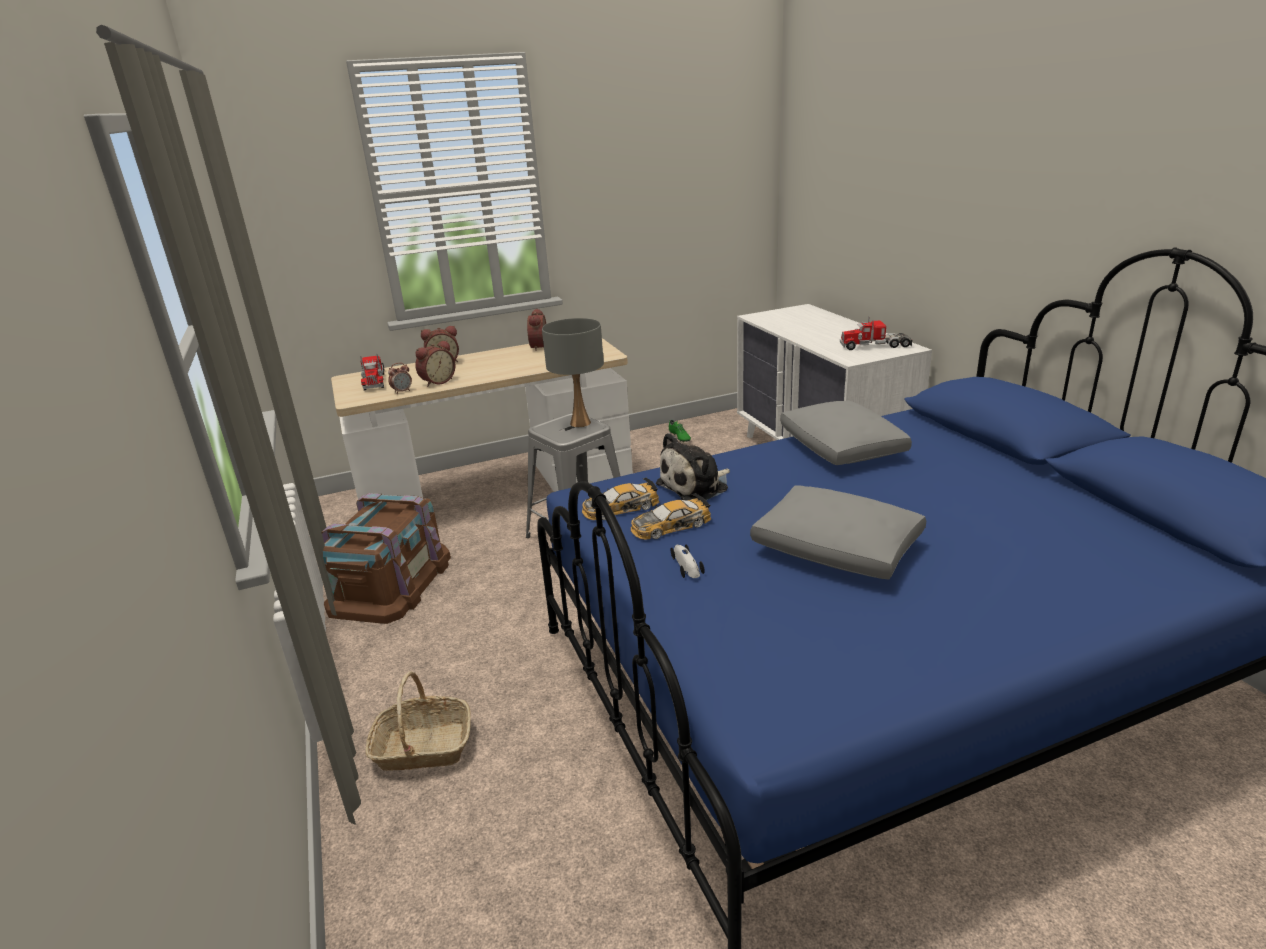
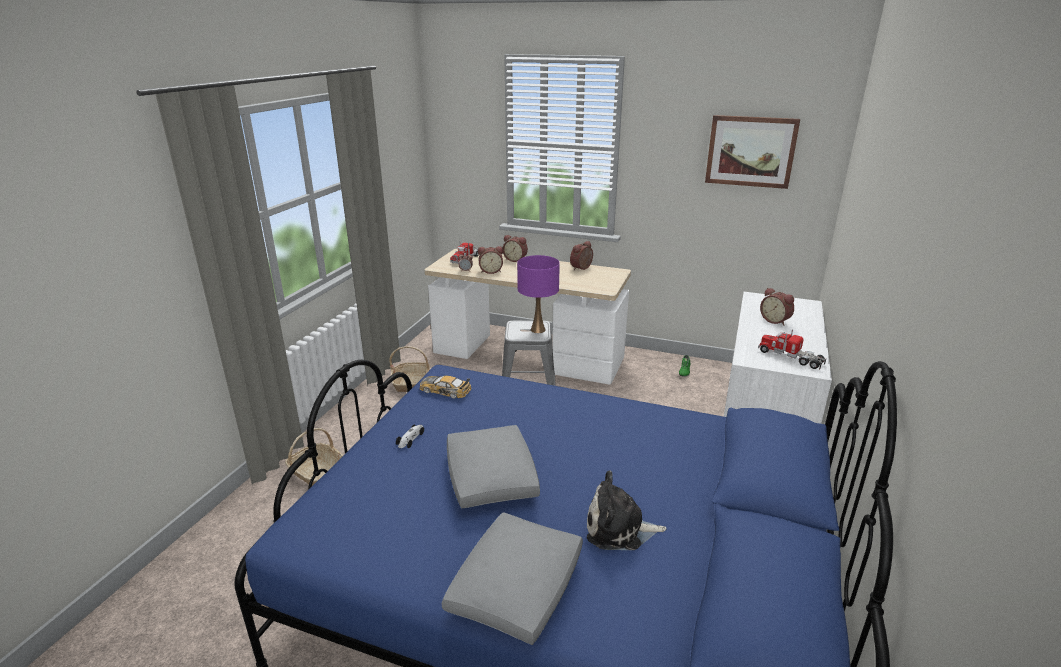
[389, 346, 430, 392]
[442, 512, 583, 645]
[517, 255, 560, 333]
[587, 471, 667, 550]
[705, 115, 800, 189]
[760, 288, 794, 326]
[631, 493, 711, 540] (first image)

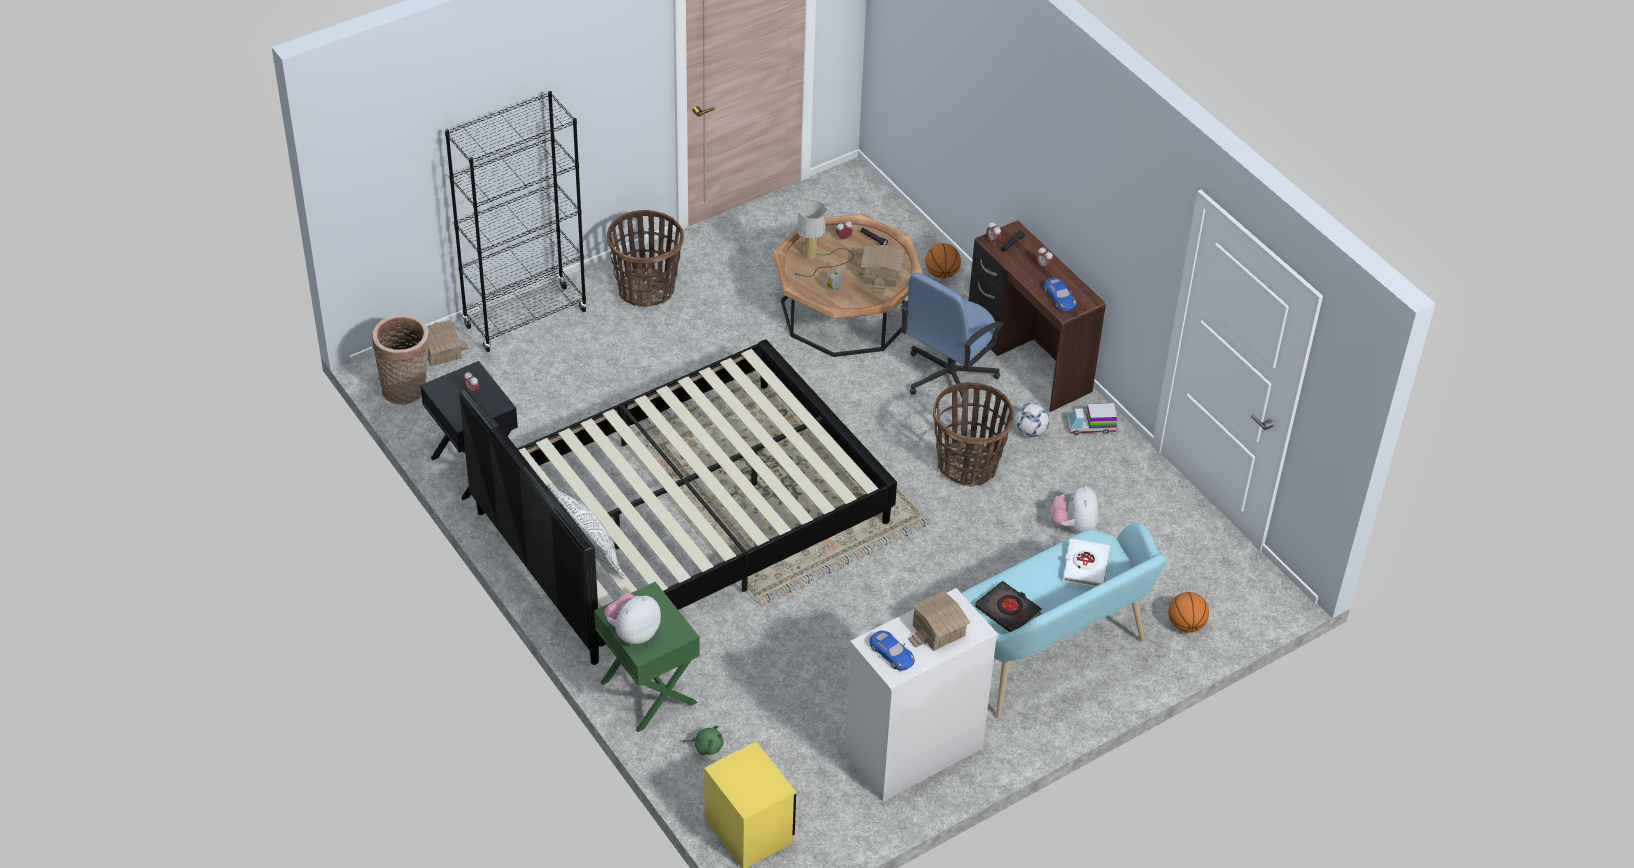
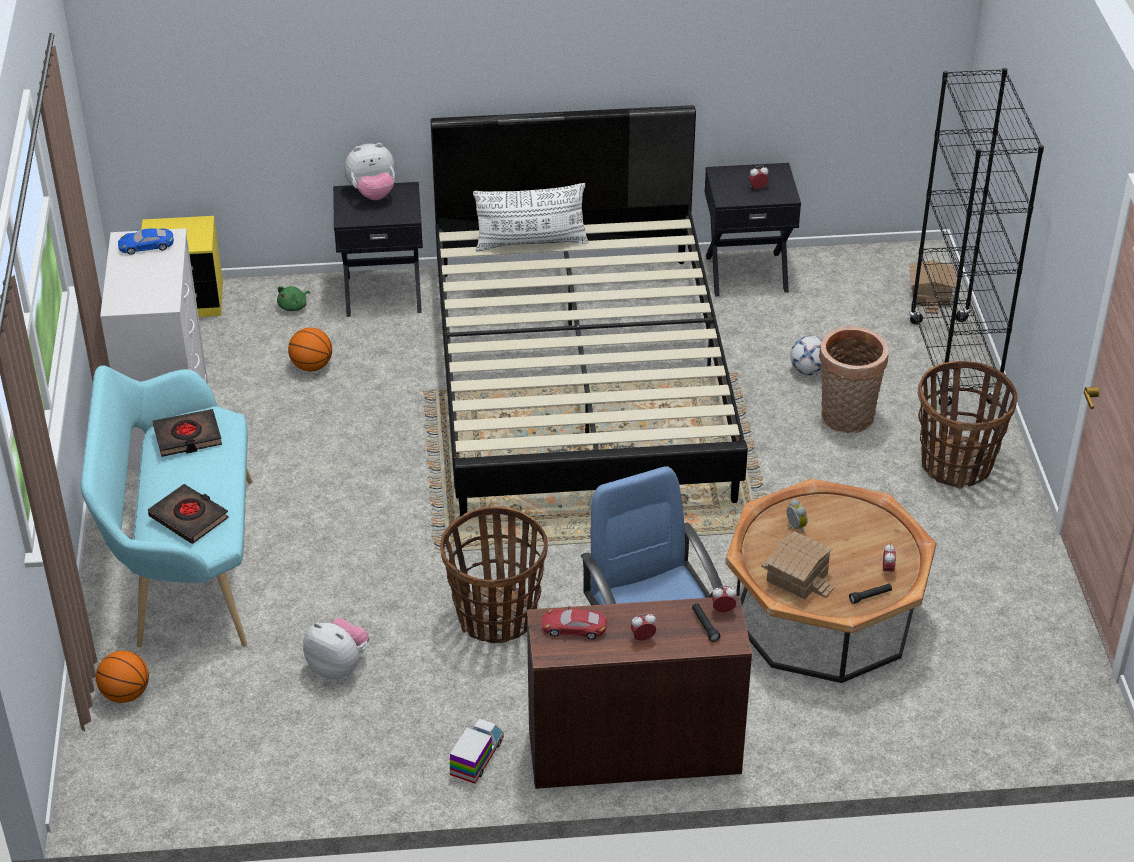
[148, 484, 229, 544]
[288, 328, 332, 371]
[333, 182, 423, 317]
[344, 143, 395, 200]
[541, 606, 607, 639]
[790, 335, 822, 376]
[819, 326, 889, 434]
[794, 200, 854, 277] (first image)
[908, 591, 970, 651] (first image)

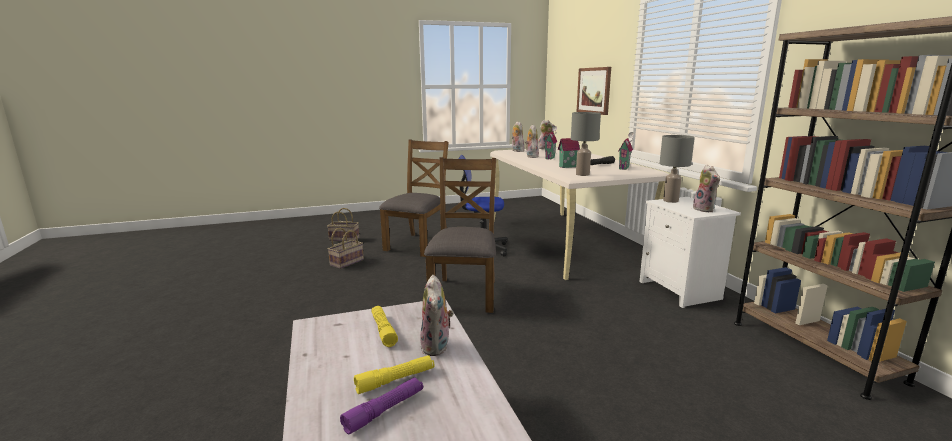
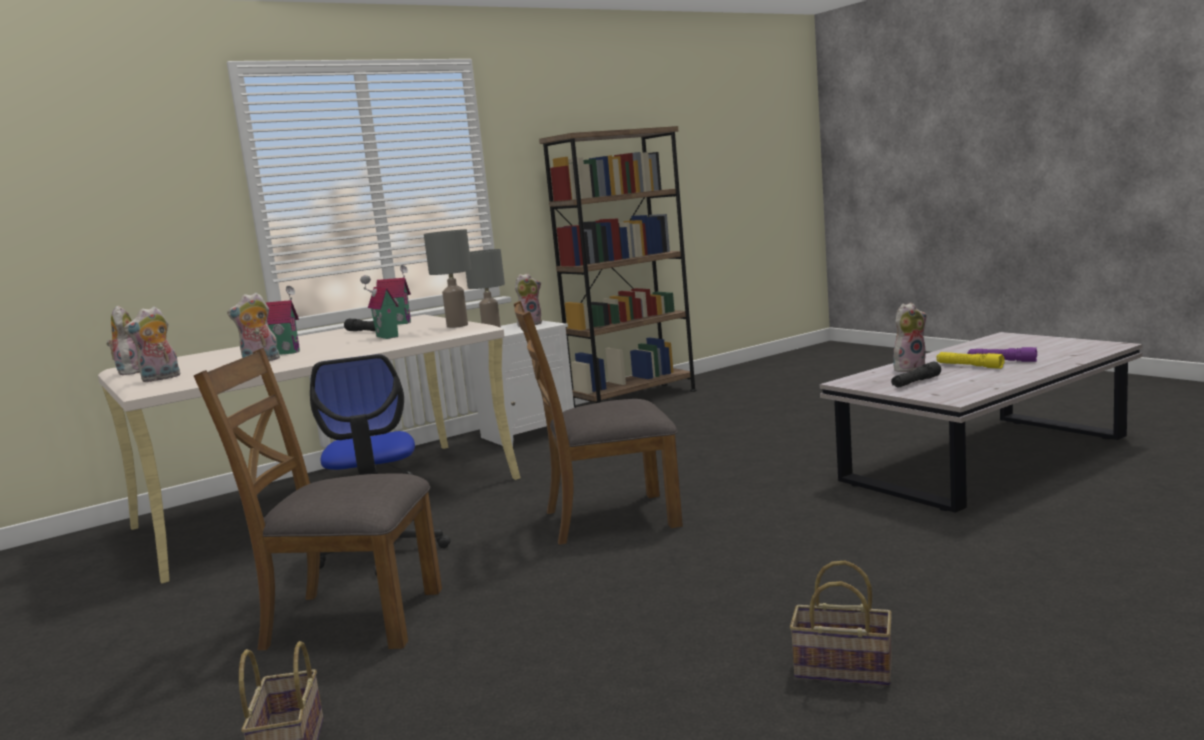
[790, 561, 892, 686]
[891, 362, 941, 388]
[577, 67, 611, 115] (first image)

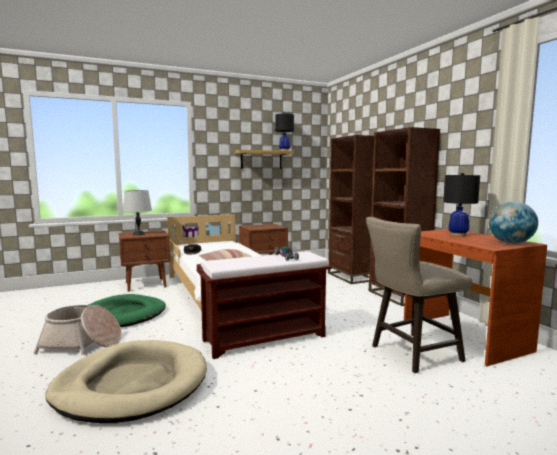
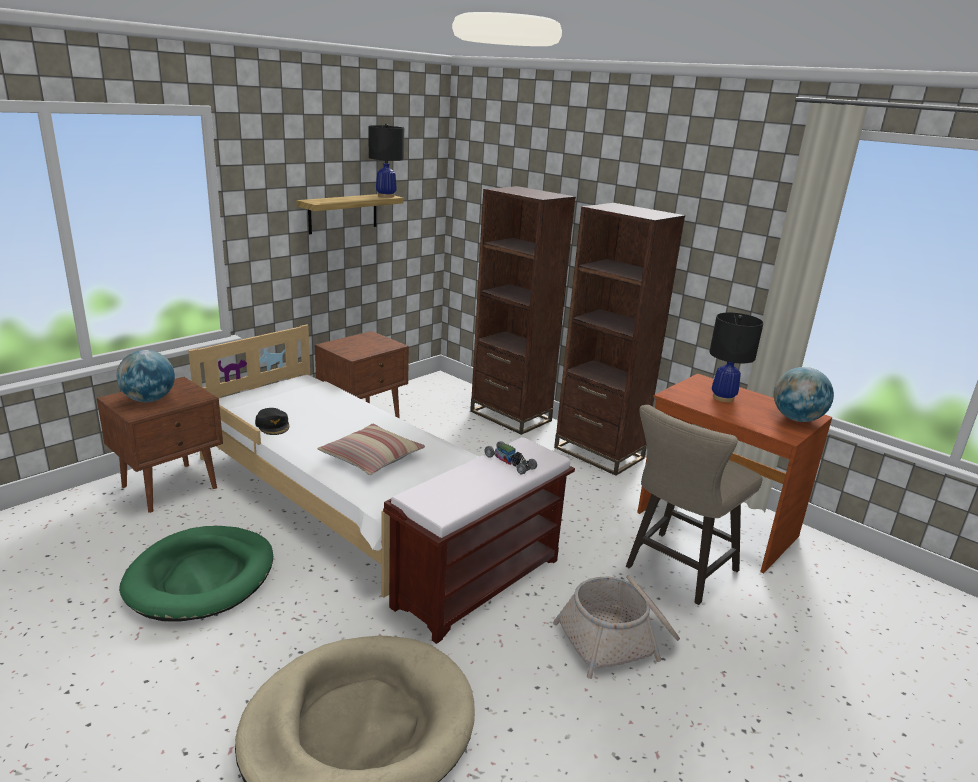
[117, 350, 175, 402]
[553, 575, 680, 679]

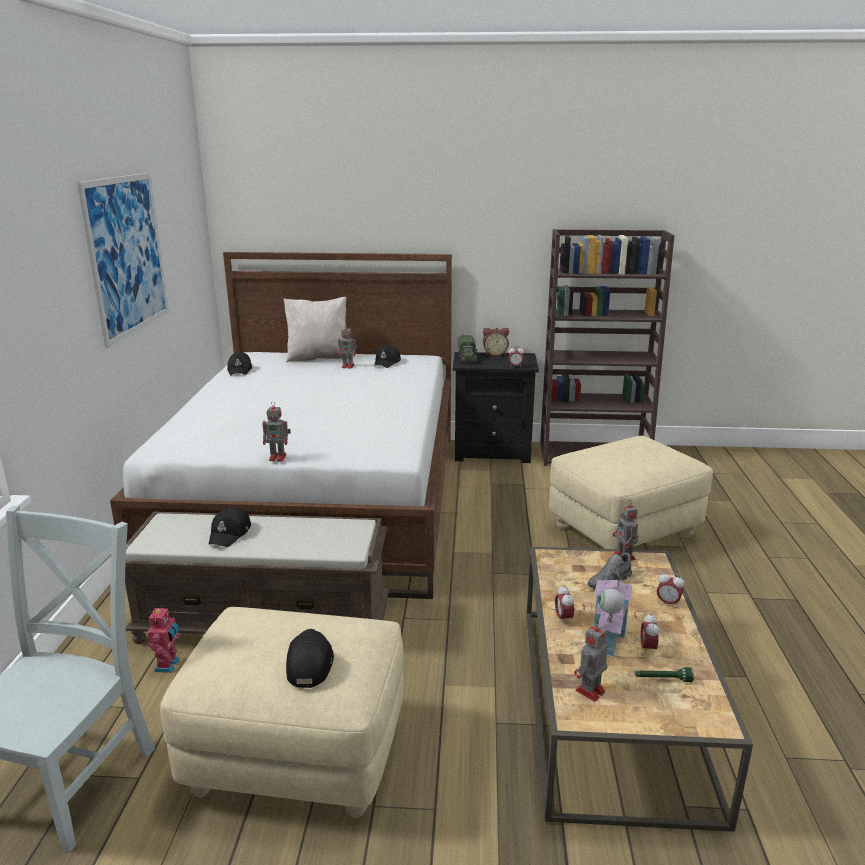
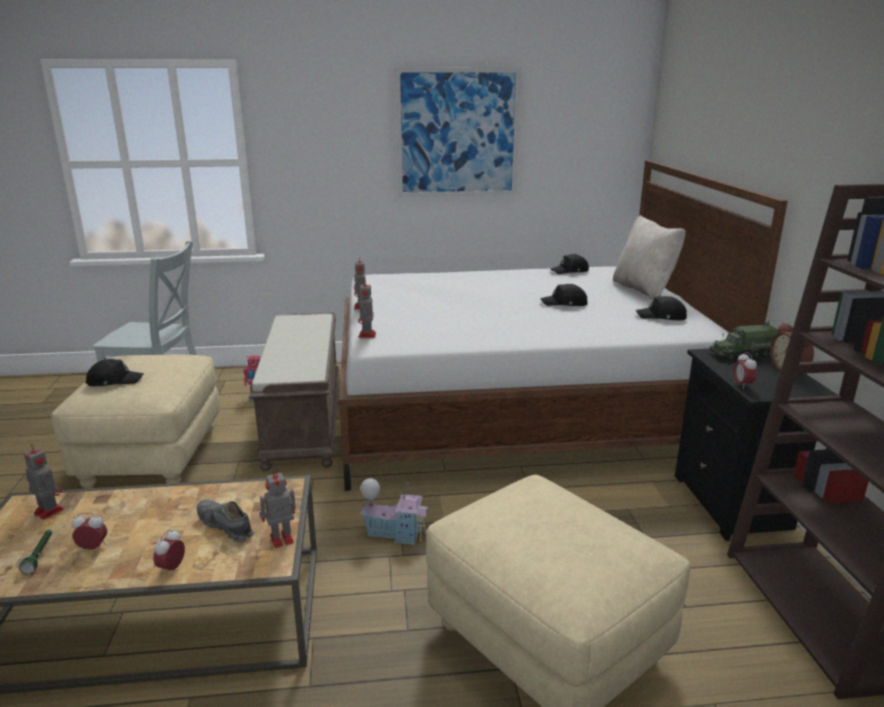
[358, 284, 376, 338]
[360, 478, 429, 545]
[540, 284, 587, 306]
[555, 585, 574, 625] (first image)

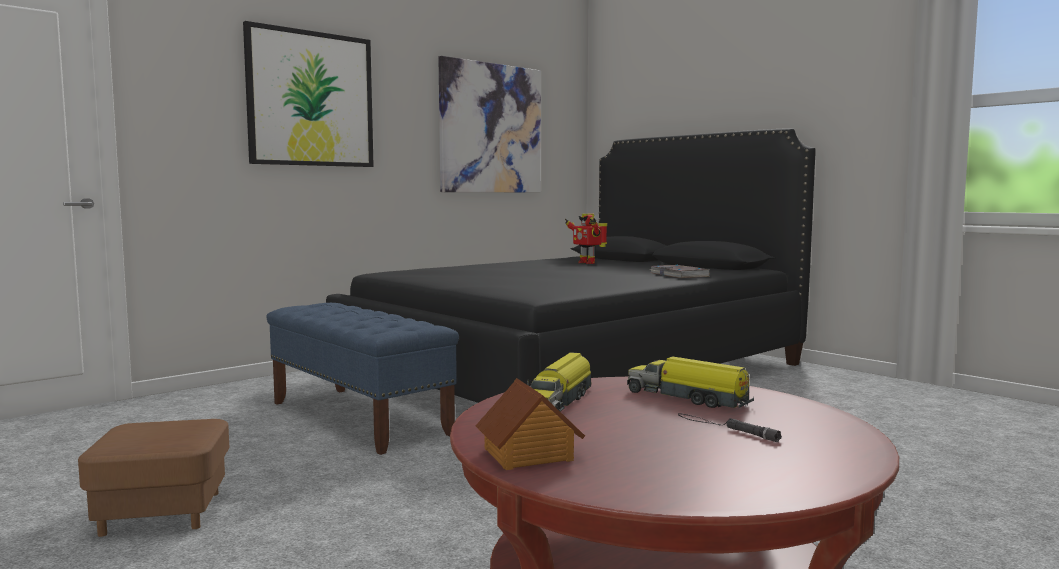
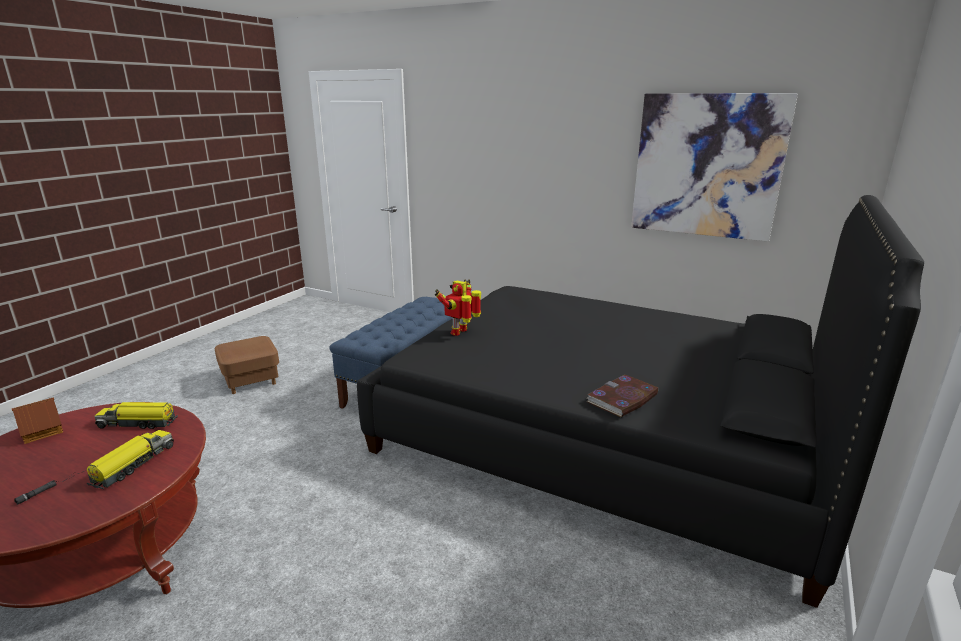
[435, 279, 481, 336]
[243, 21, 374, 167] (first image)

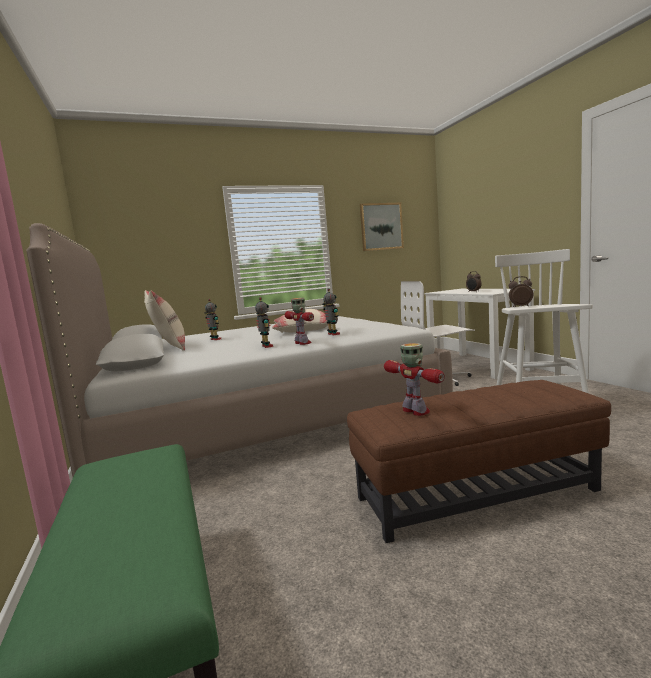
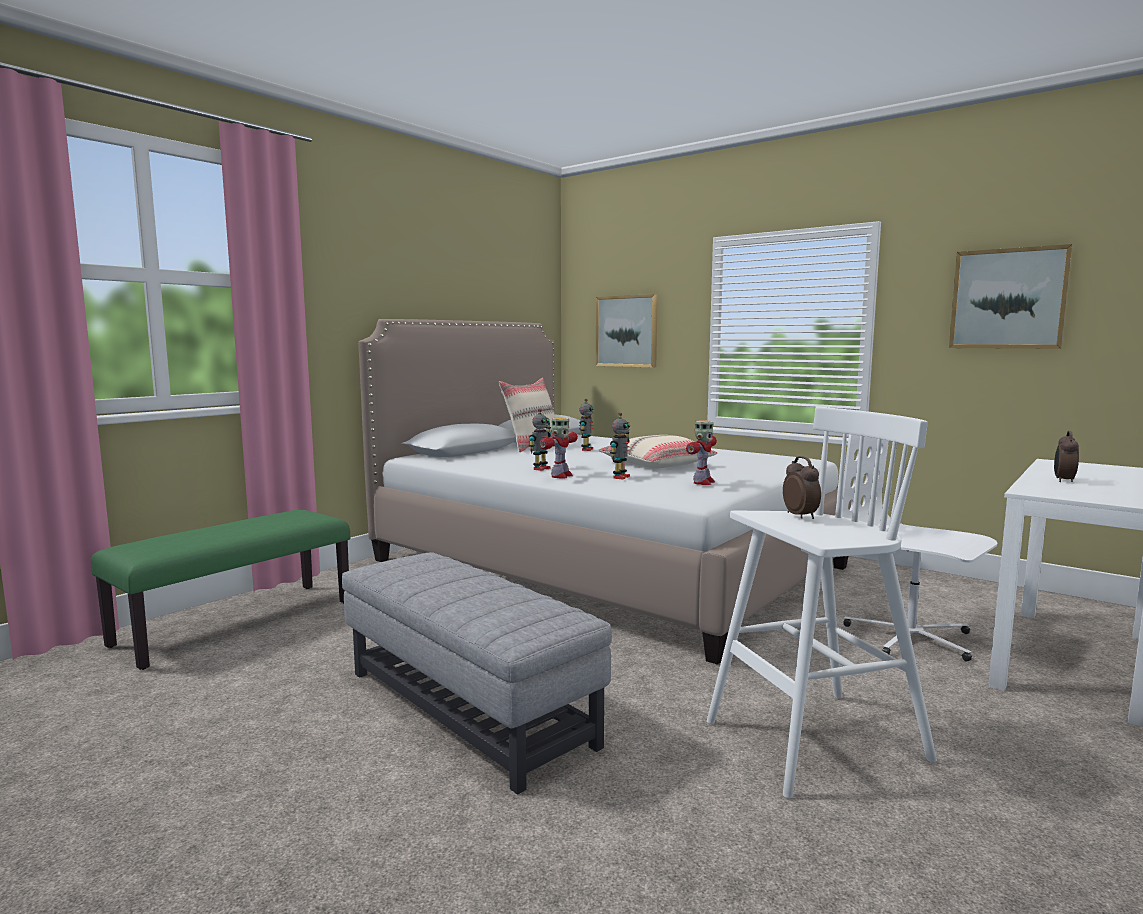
[342, 552, 612, 795]
[596, 294, 658, 367]
[686, 420, 717, 485]

